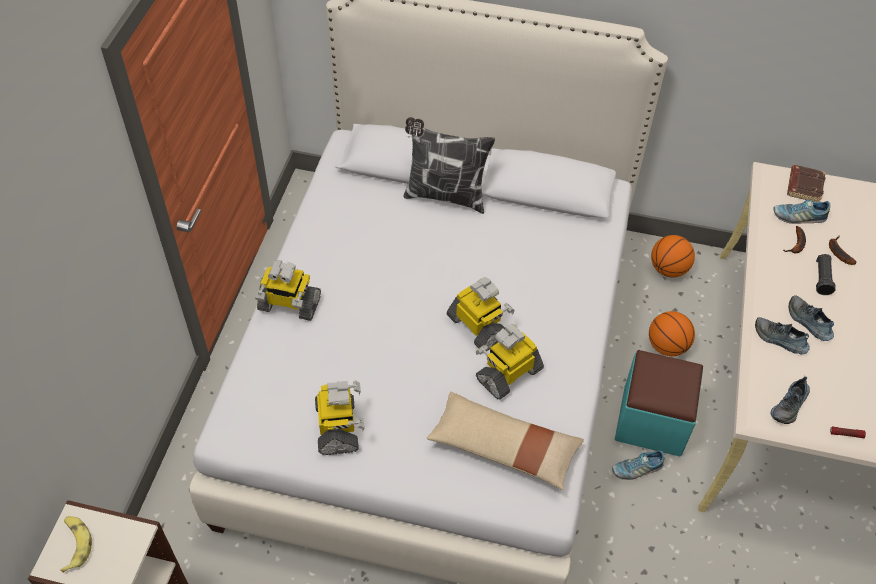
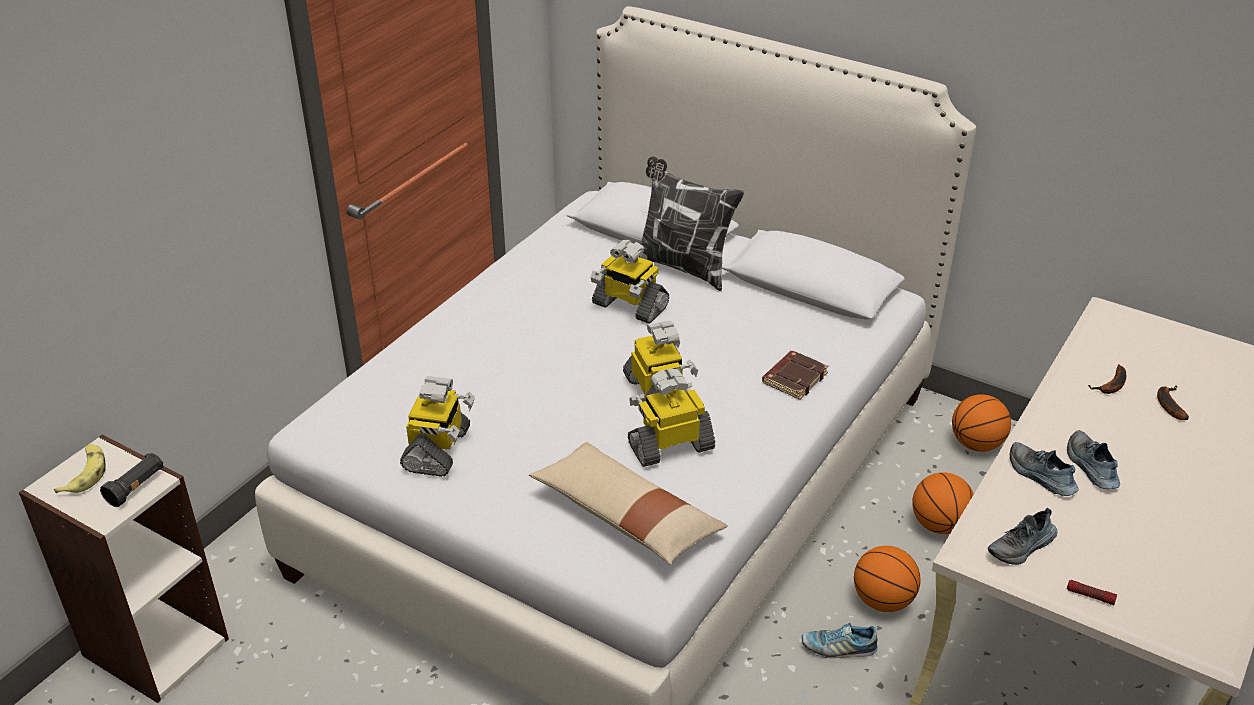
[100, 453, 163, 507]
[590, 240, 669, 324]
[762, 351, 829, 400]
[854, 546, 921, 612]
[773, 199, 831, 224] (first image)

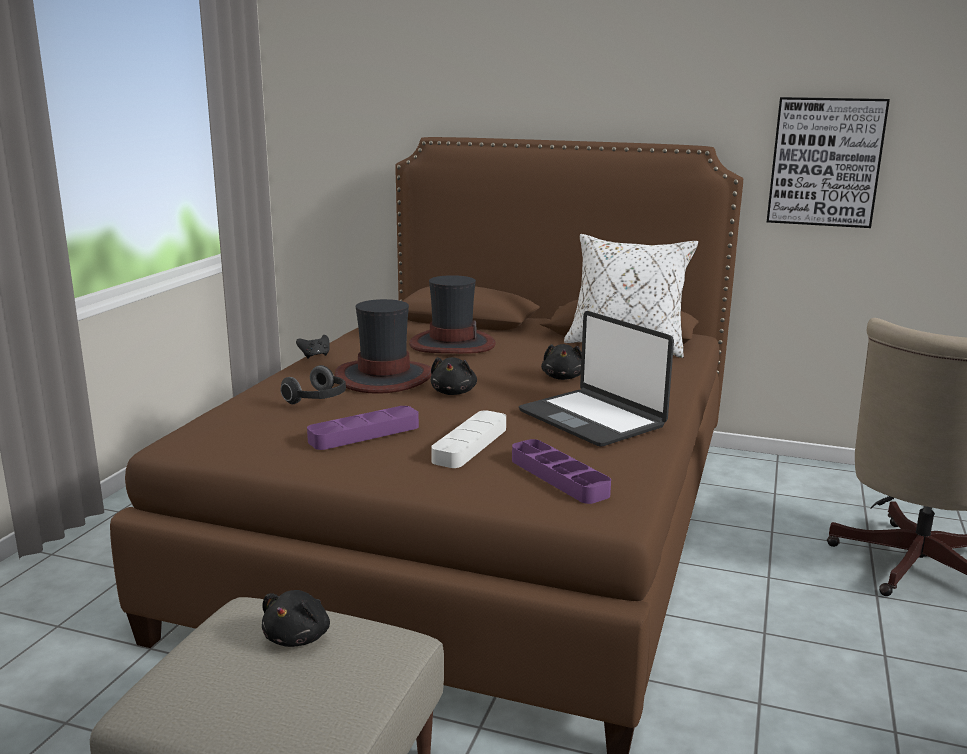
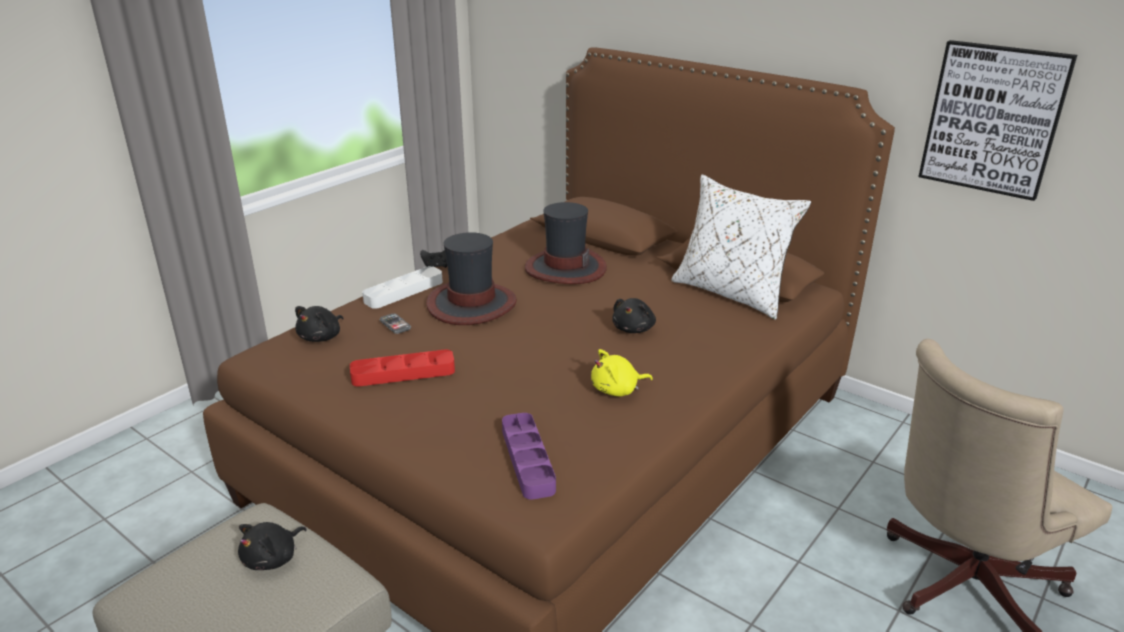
[295, 306, 343, 342]
[350, 349, 455, 387]
[362, 266, 443, 309]
[380, 313, 411, 334]
[591, 349, 653, 396]

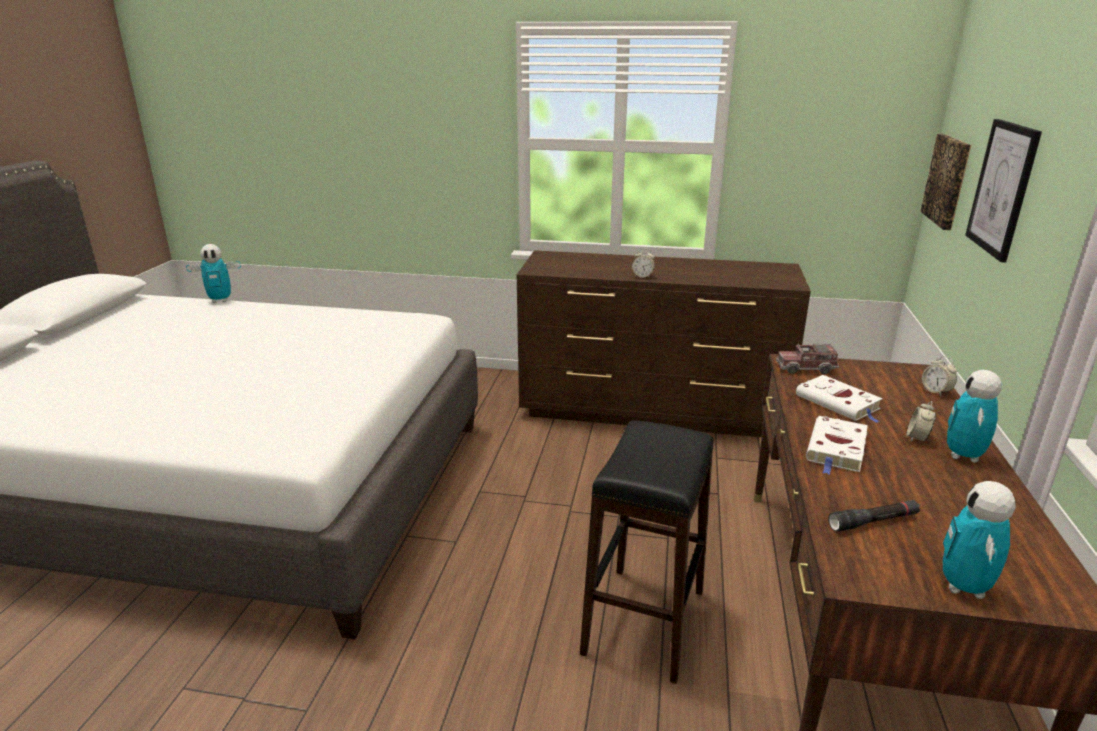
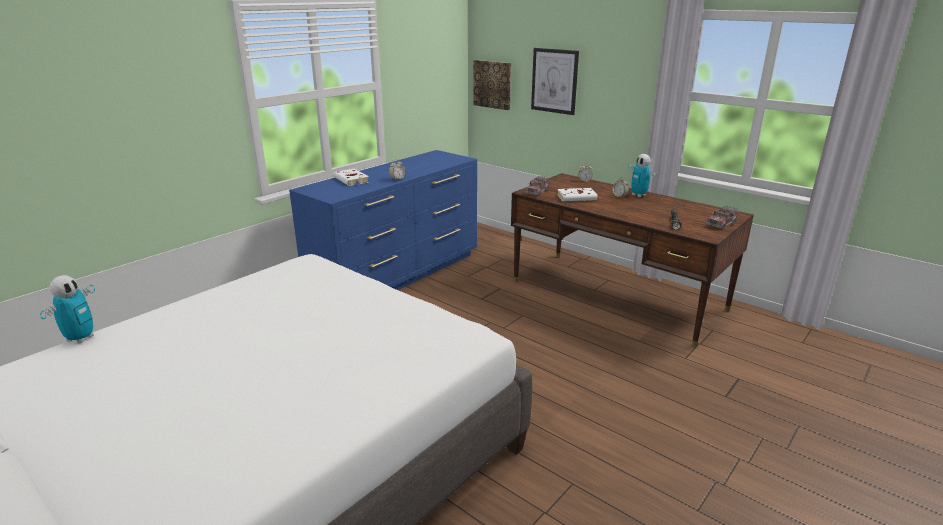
[289, 150, 477, 290]
[333, 169, 369, 187]
[706, 206, 739, 230]
[580, 420, 714, 684] (first image)

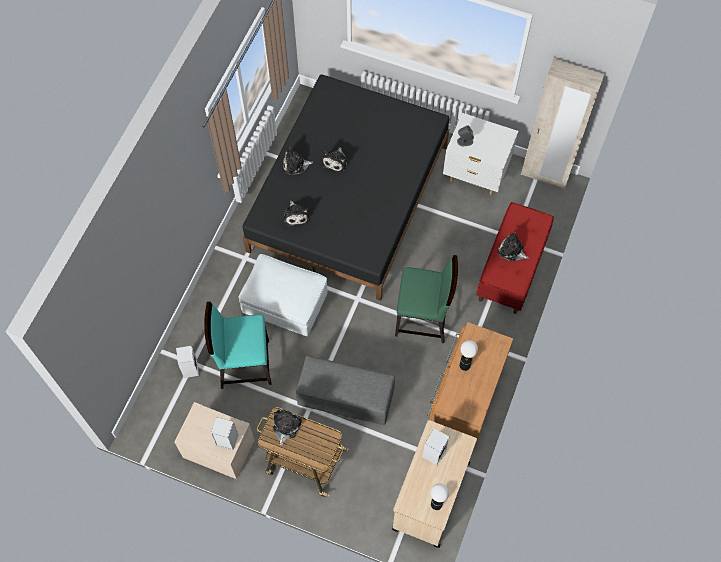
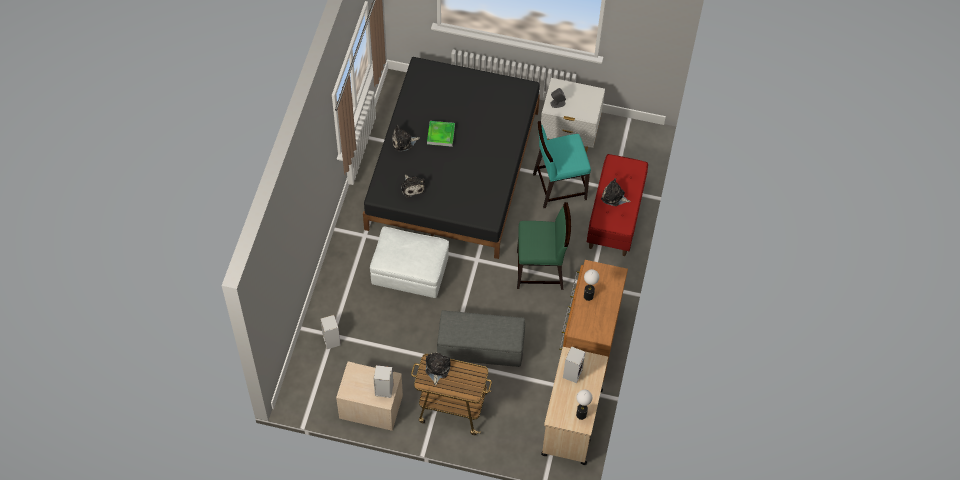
[427, 121, 455, 147]
[533, 121, 591, 208]
[521, 58, 605, 189] (first image)

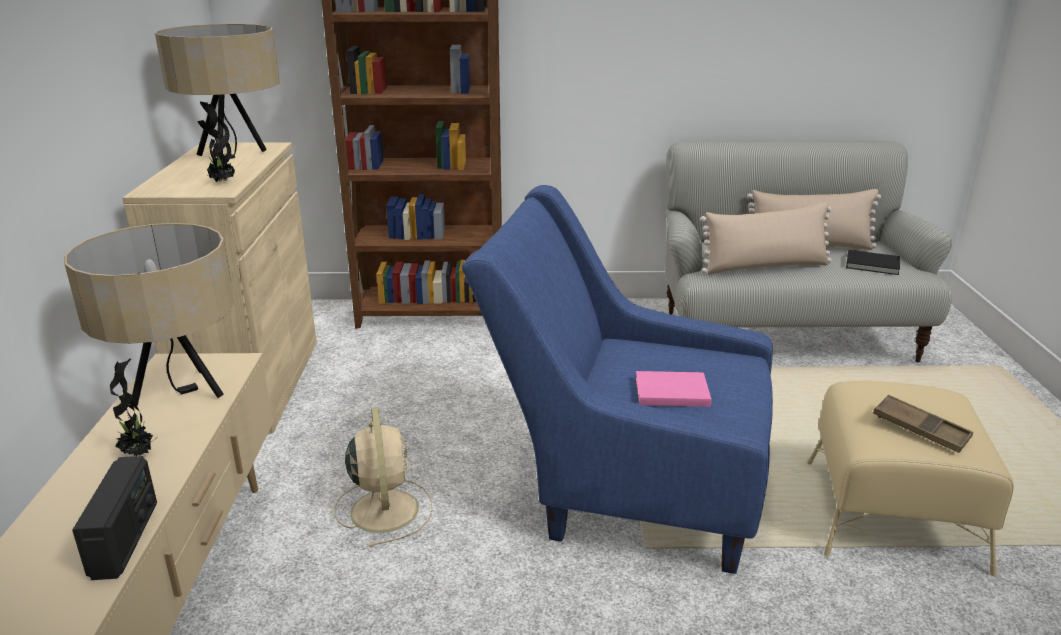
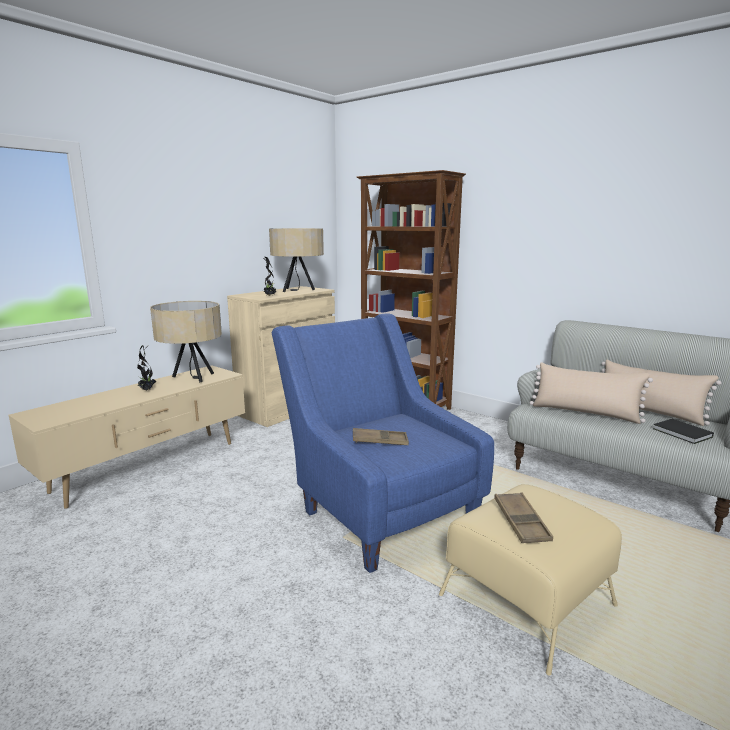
[353, 428, 409, 445]
[72, 456, 157, 580] (first image)
[334, 407, 433, 547] (first image)

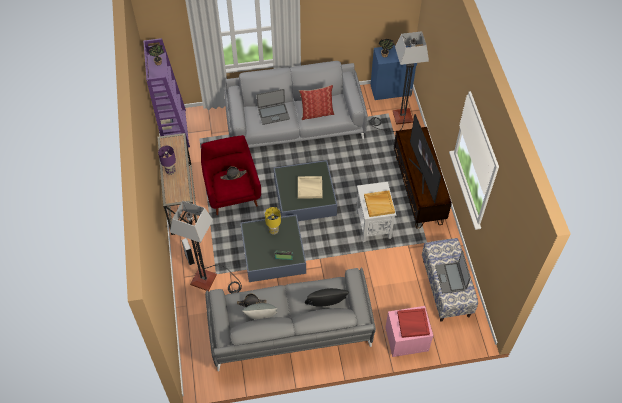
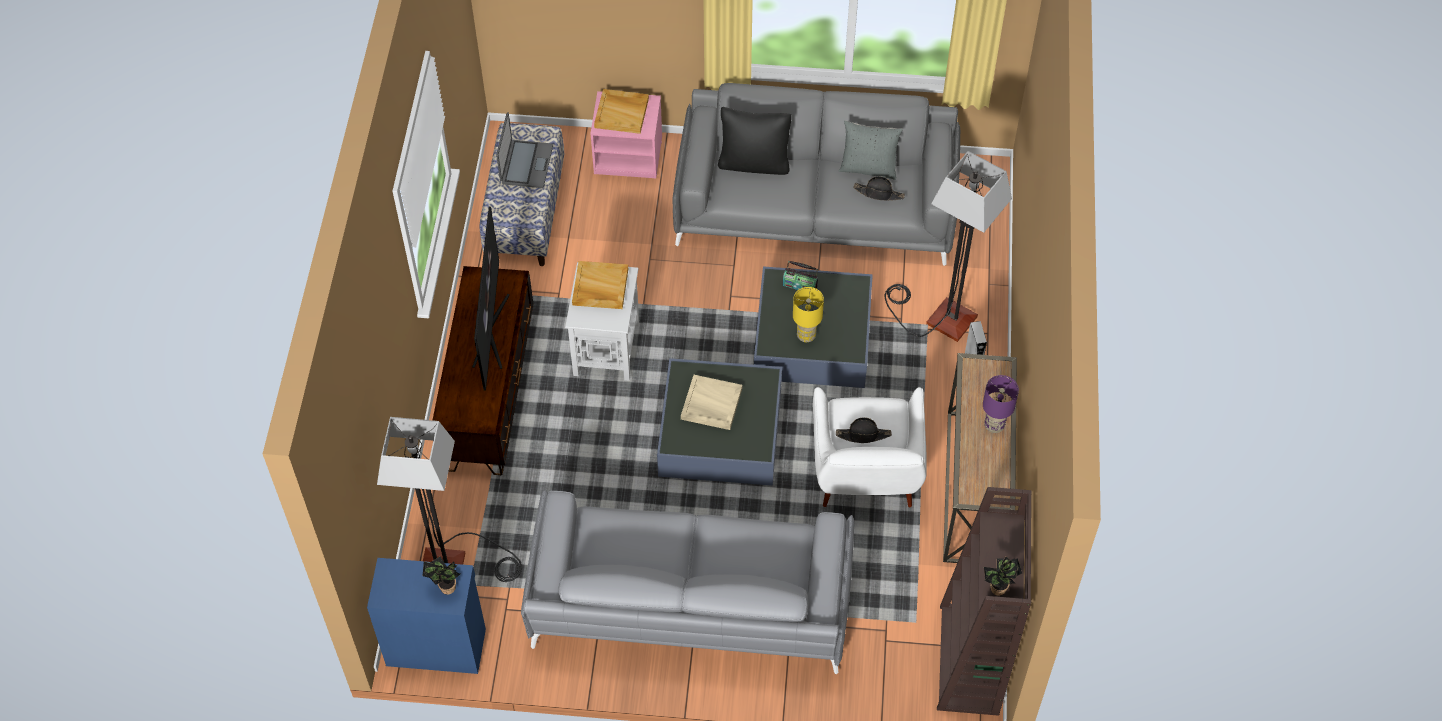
[594, 89, 649, 134]
[813, 387, 927, 507]
[937, 487, 1032, 716]
[257, 89, 290, 125] (first image)
[299, 85, 334, 120] (first image)

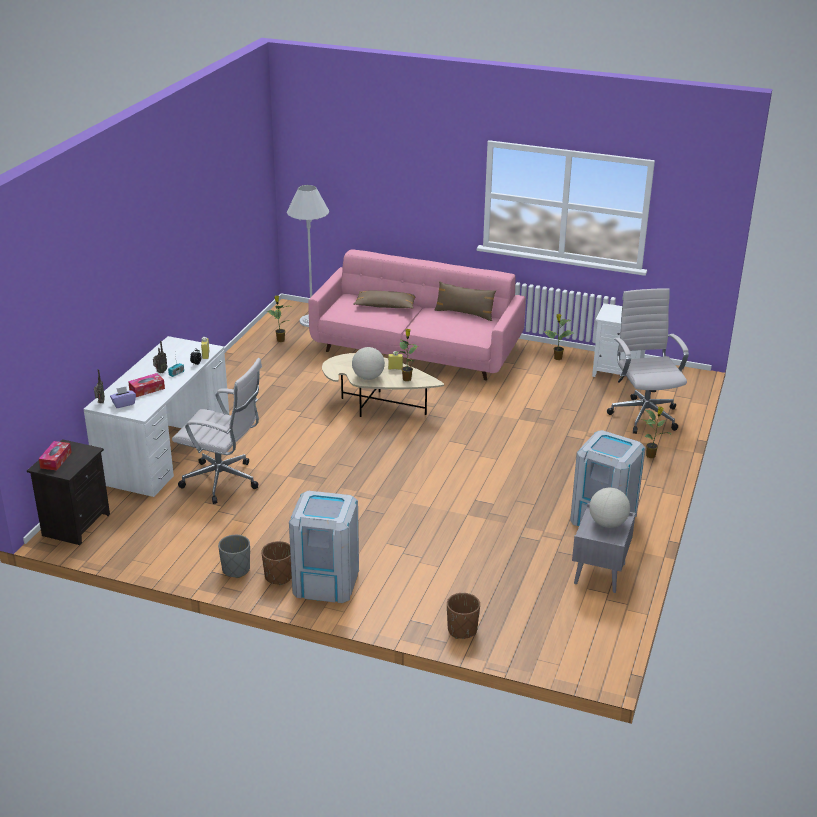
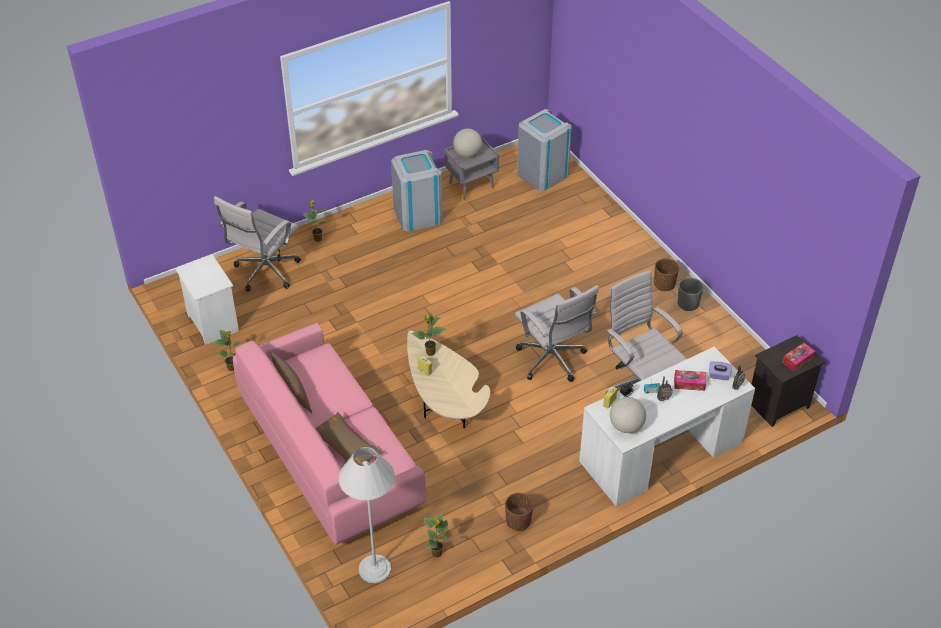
[505, 493, 533, 531]
[515, 285, 599, 382]
[517, 109, 572, 191]
[610, 397, 646, 433]

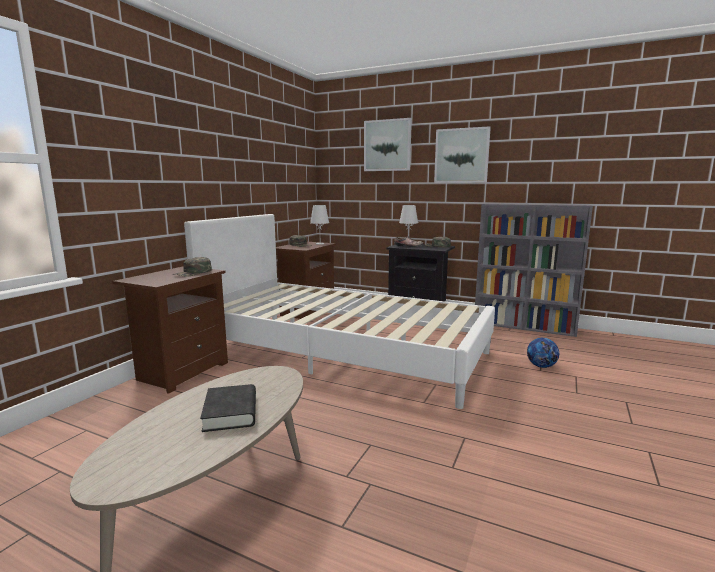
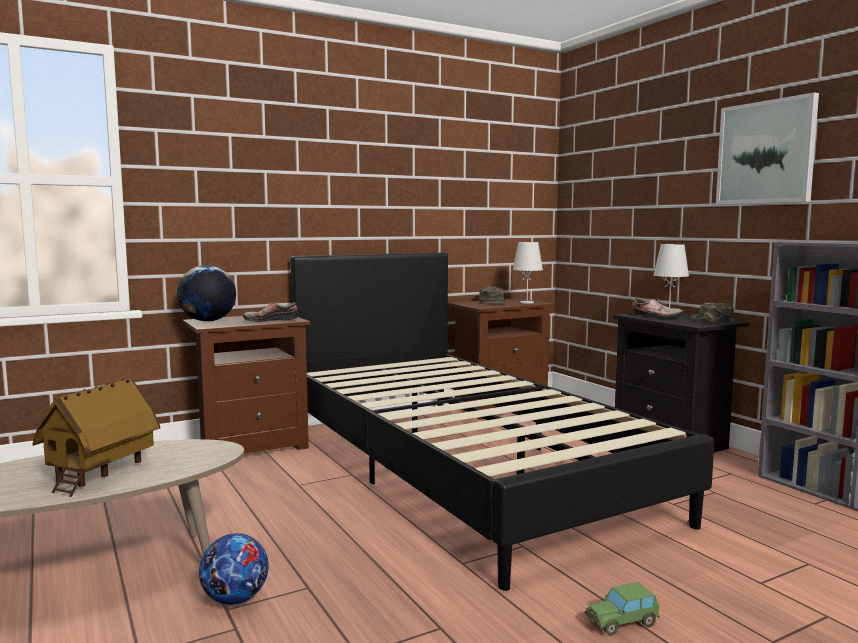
[33, 378, 160, 497]
[177, 265, 236, 322]
[199, 533, 269, 605]
[243, 302, 298, 322]
[291, 253, 714, 591]
[585, 582, 659, 636]
[364, 118, 412, 171] (first image)

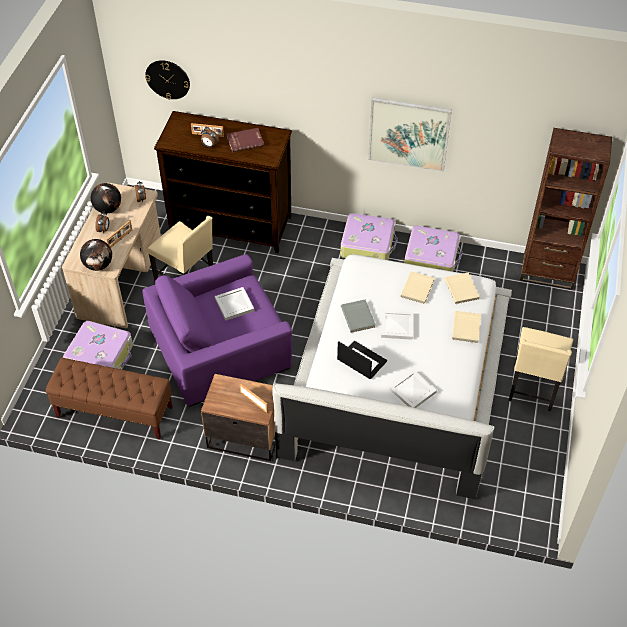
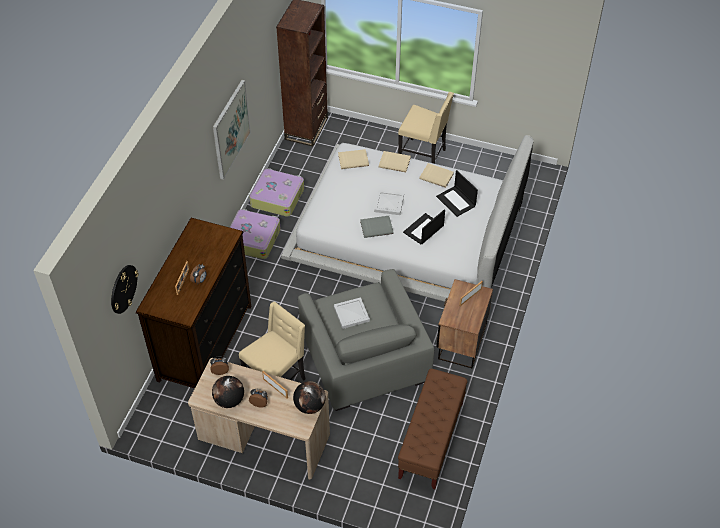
[298, 269, 434, 411]
[419, 163, 454, 188]
[436, 170, 478, 217]
[63, 321, 133, 369] (first image)
[227, 128, 264, 152] (first image)

